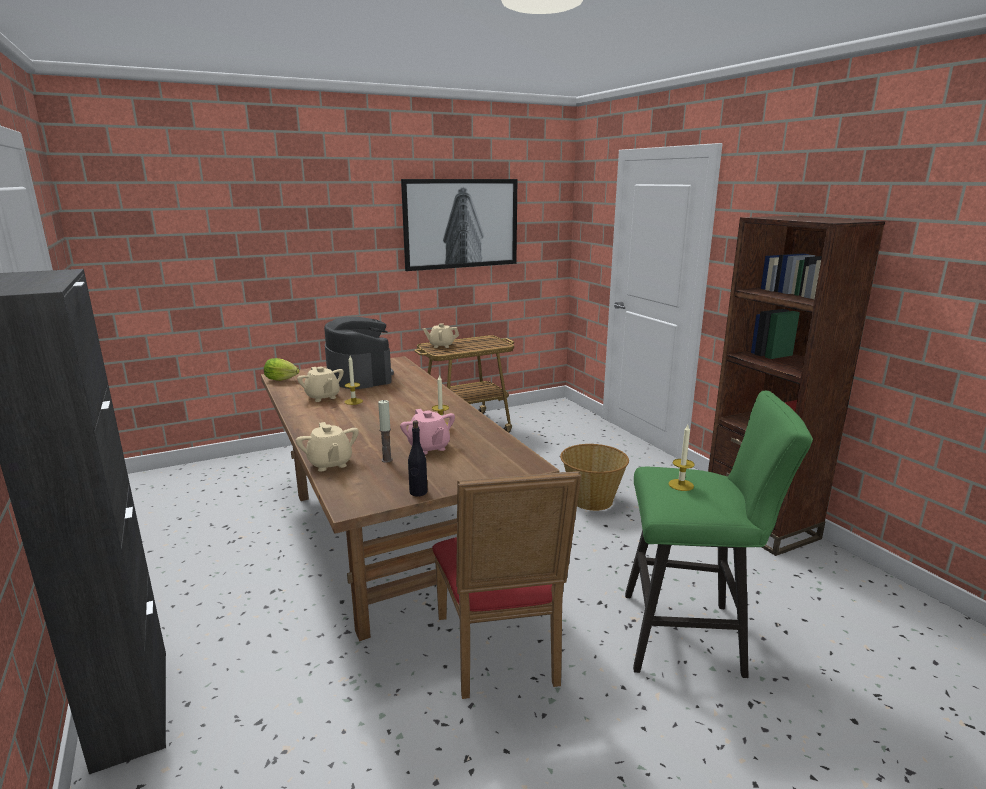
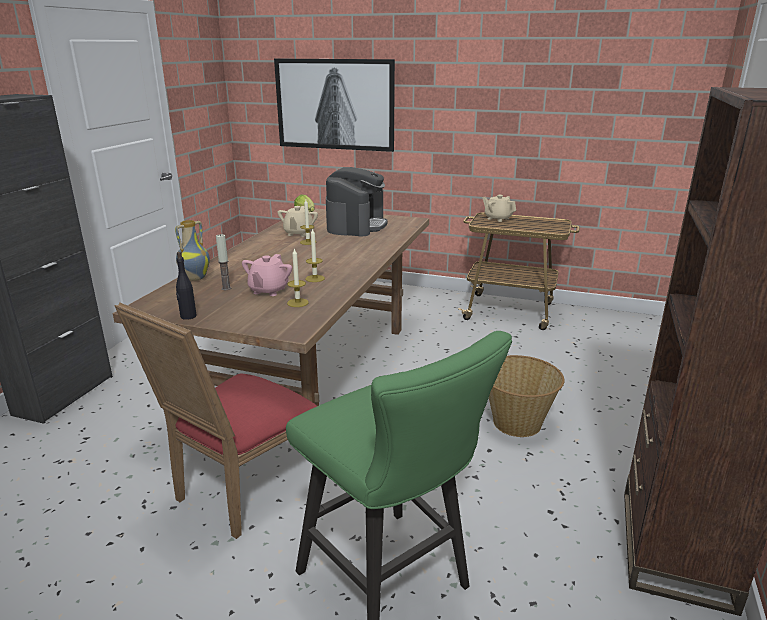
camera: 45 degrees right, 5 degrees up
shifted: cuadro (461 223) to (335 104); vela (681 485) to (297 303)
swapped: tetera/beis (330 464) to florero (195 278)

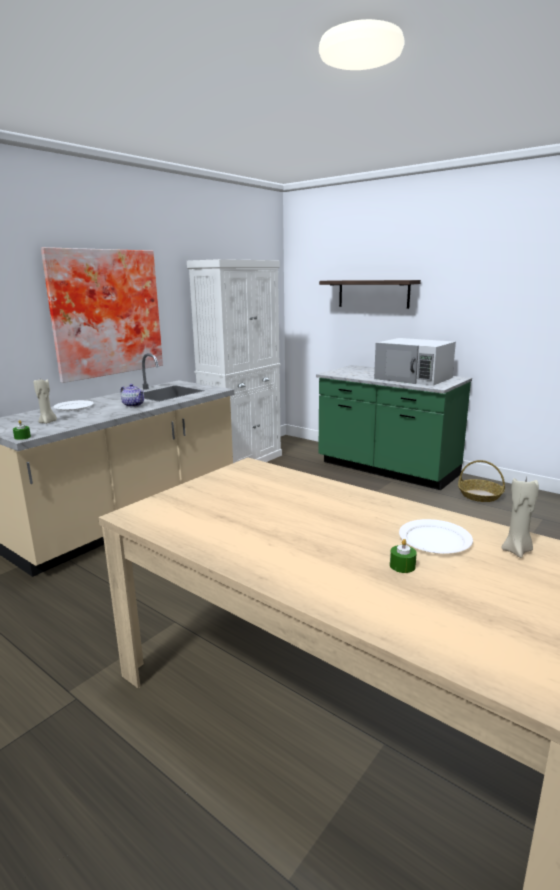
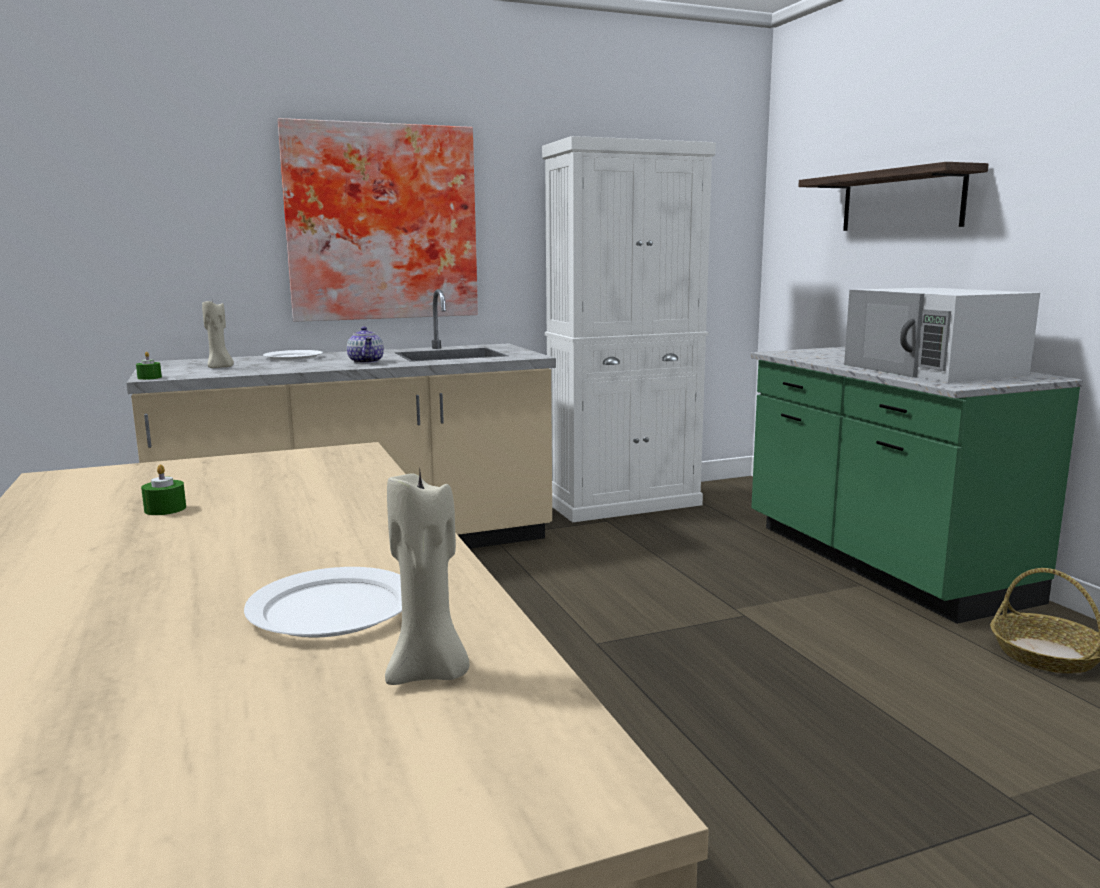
camera: 30 degrees right, 5 degrees down
shifted: vela/verde (402 566) to (165 509)

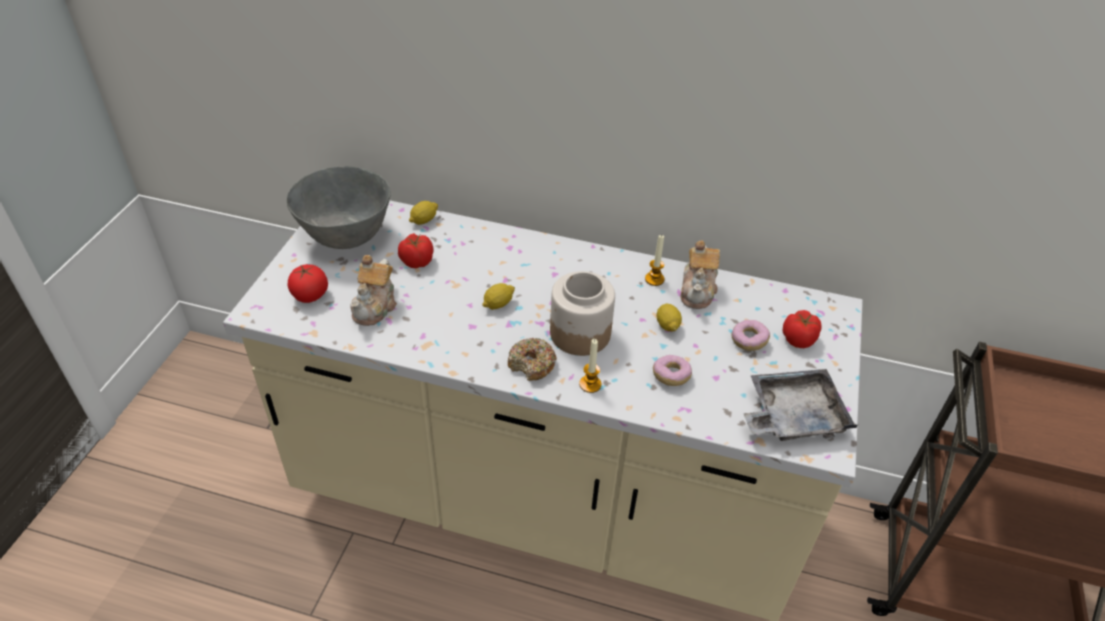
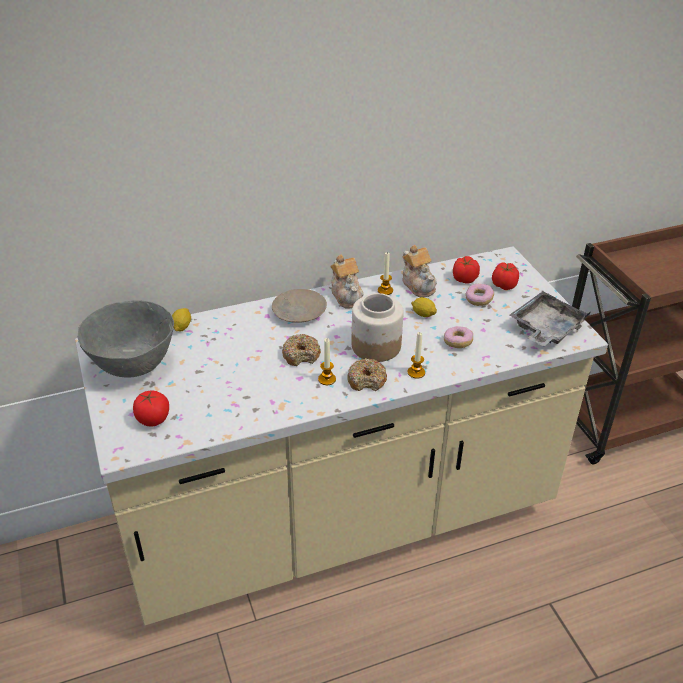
camera: 35 degrees left, 5 degrees down
new: plato/beis (298 312); vela (327 379)
shifted: tomate (416 261) to (464 279); tetera (375 306) to (347 295)
swapped: limón (498 304) to rosquilla (301 355)

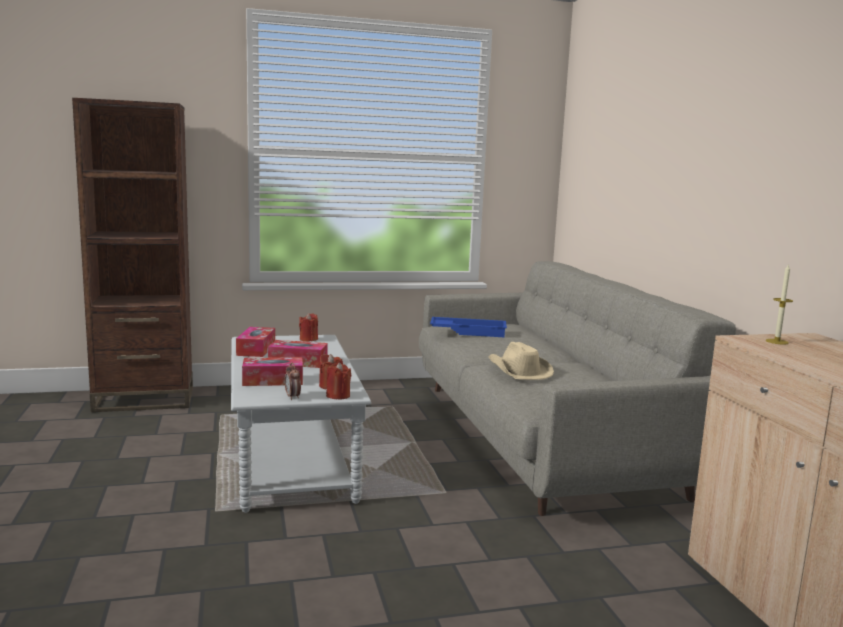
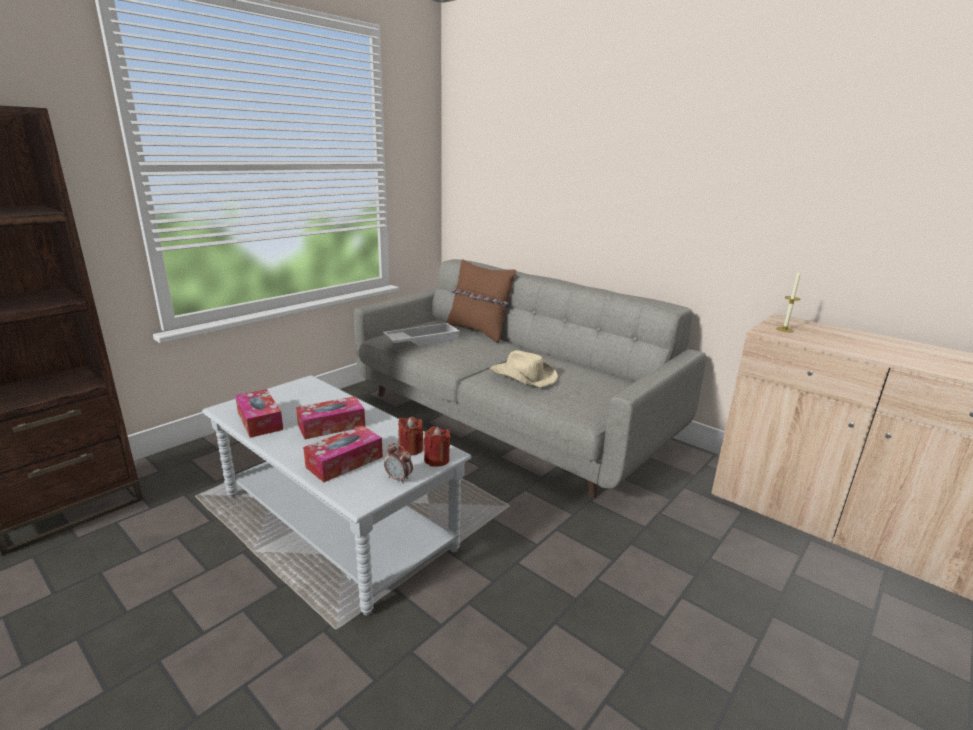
camera: 35 degrees left, 10 degrees up
gone: vela/rojo (308 339)
new: cojín/marrón (478 332)
repainted: bandeja/azul (468 331) to bandeja/blanco (422 340)

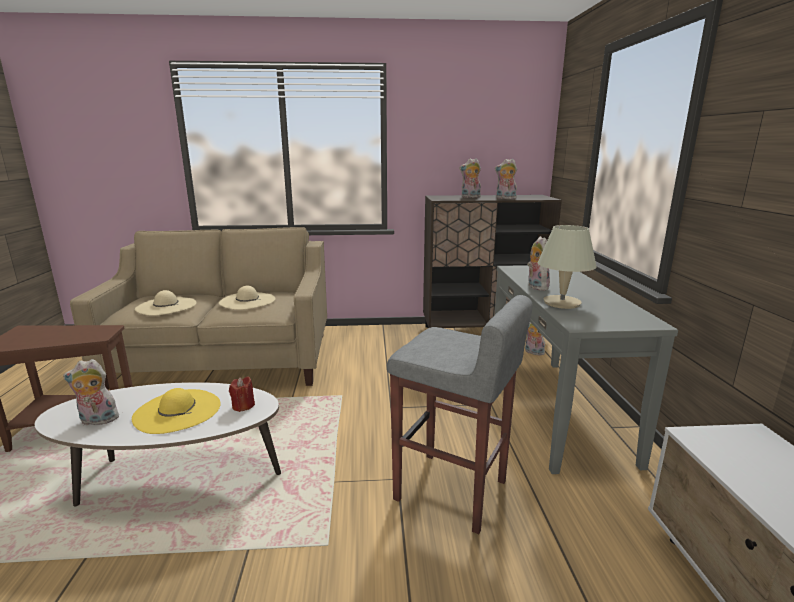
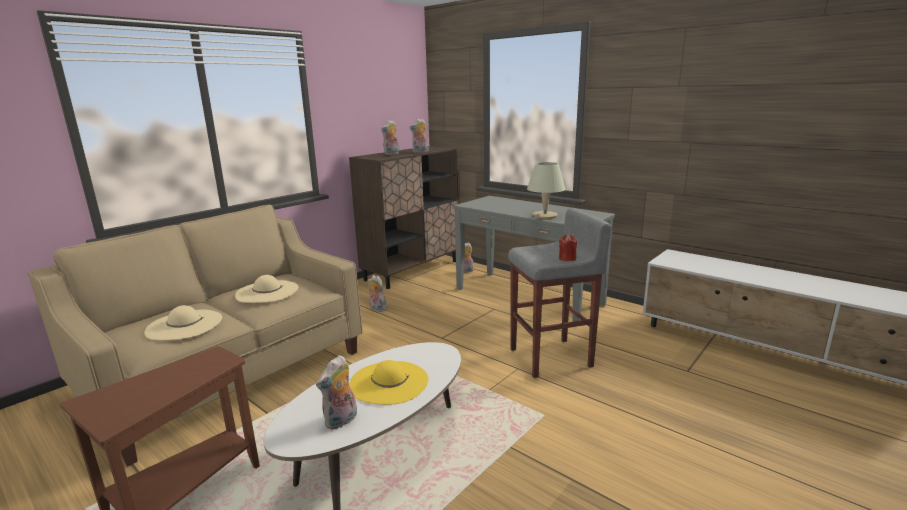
camera: 45 degrees left, 0 degrees up
shifted: peluche (535 287) to (377 309); vela/rojo (243 406) to (567 258)

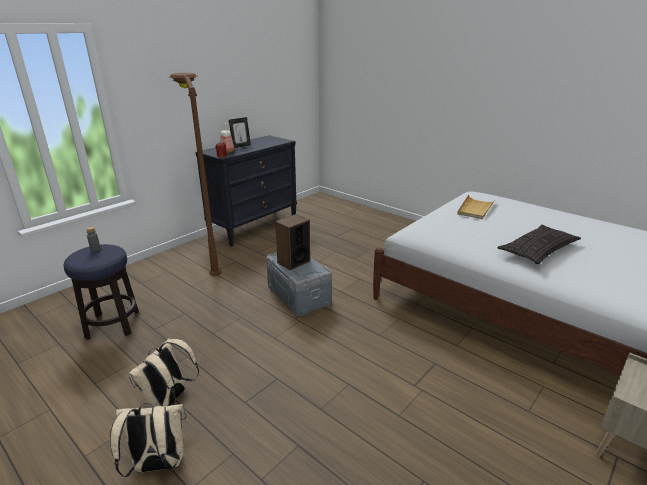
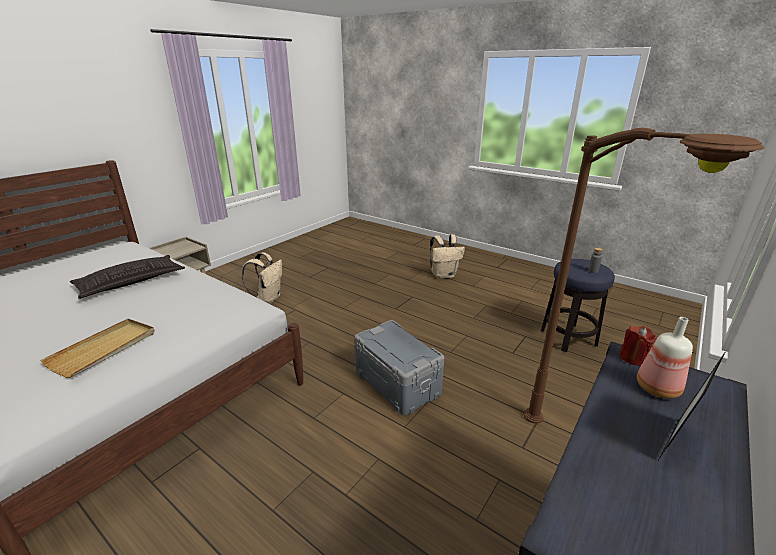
camera: 175 degrees right, 0 degrees up
gone: altavoz (293 262)
shifted: mochila/beis (169 400) to (268 298)

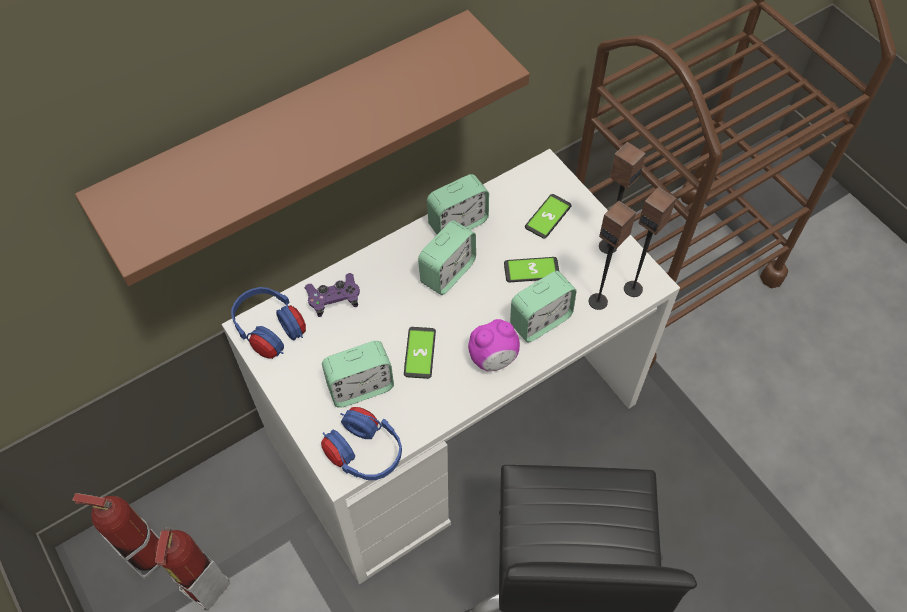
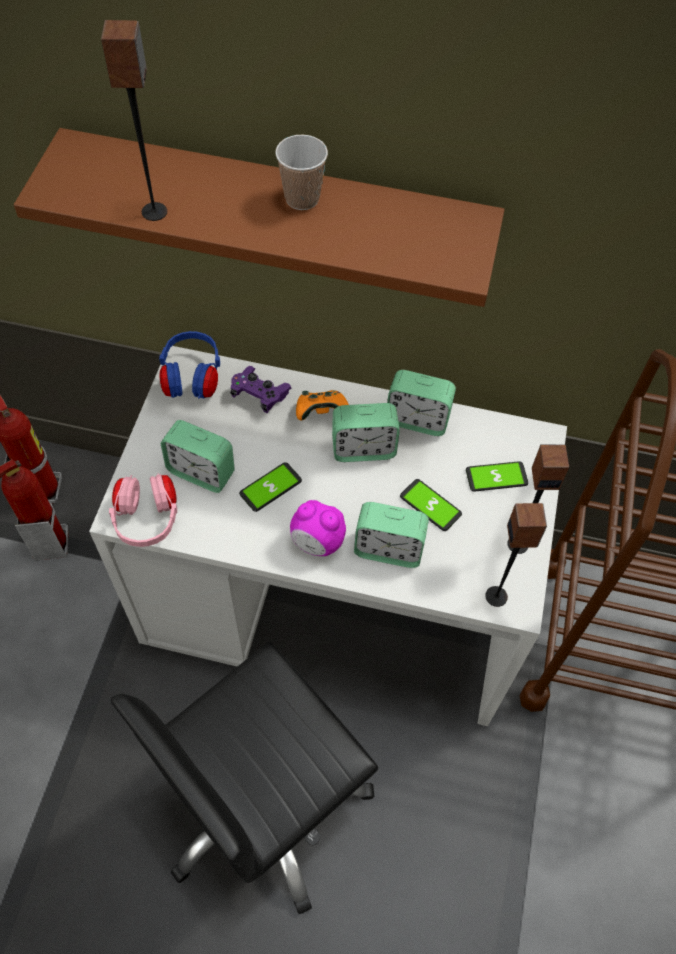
camera: 45 degrees right, 0 degrees up
new: taza (302 198); mando de consola/naranja (321 412)
shifted: altavoz (598 301) to (155 212)
repainted: auriculares/azul (364 453) to auriculares/rosa (147 519)

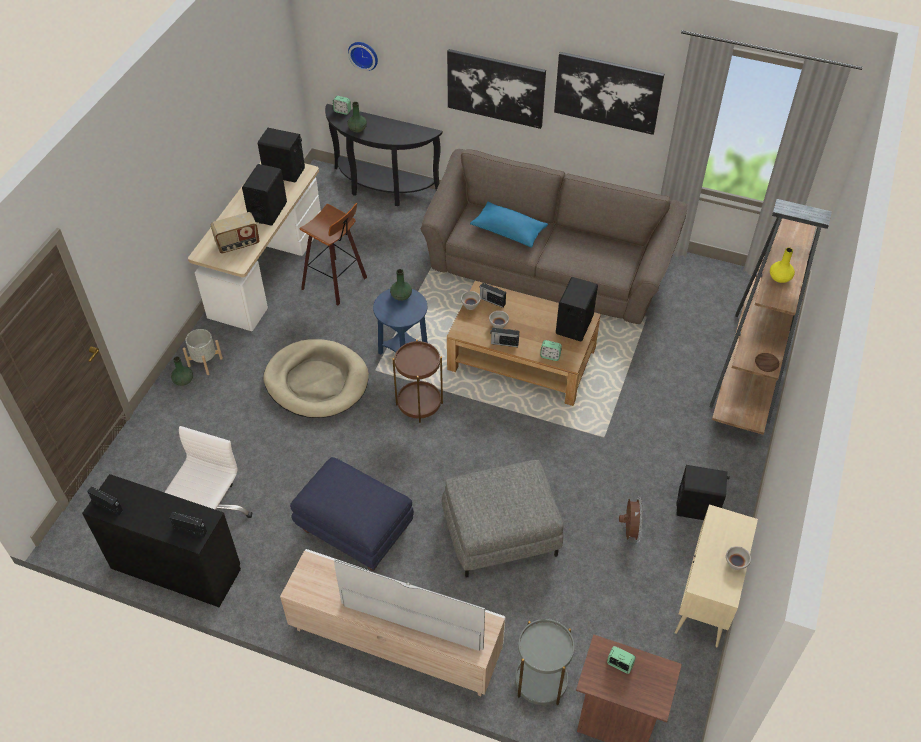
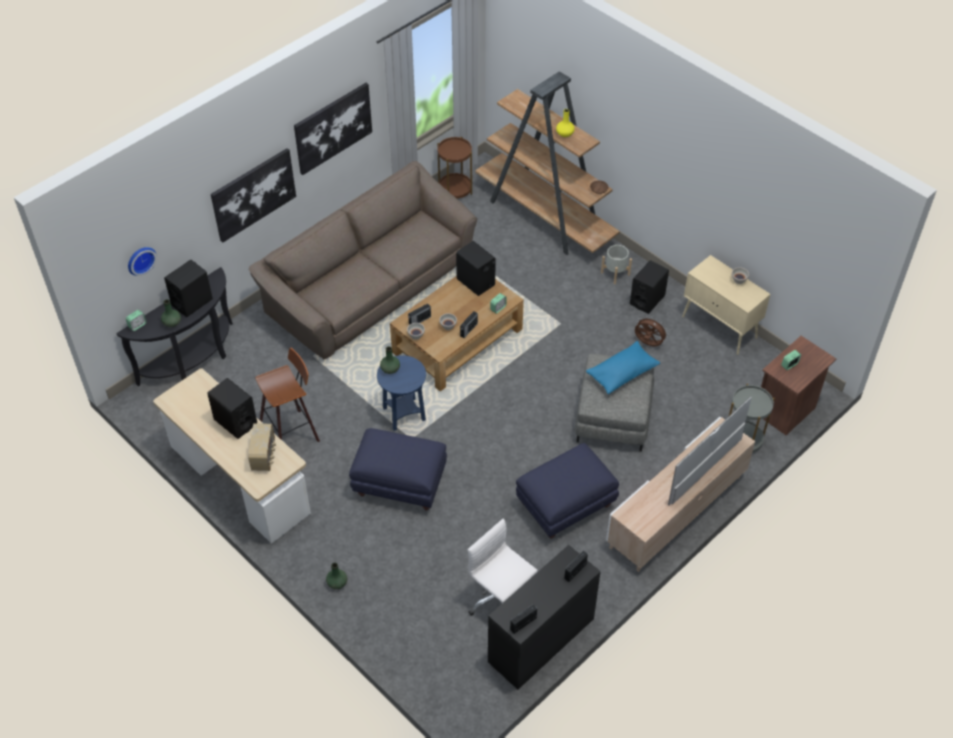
camera: 65 degrees left, 0 degrees up
shifted: altavoz/negro (284 172) to (192 302); cojín/azul (508 231) to (622 373); maceta/gris (205 362) to (615 273); mesa auxiliar/marrón (419 404) to (455 189)
swapped: cama para perro/beis (316 381) to puf/azul (399 483)

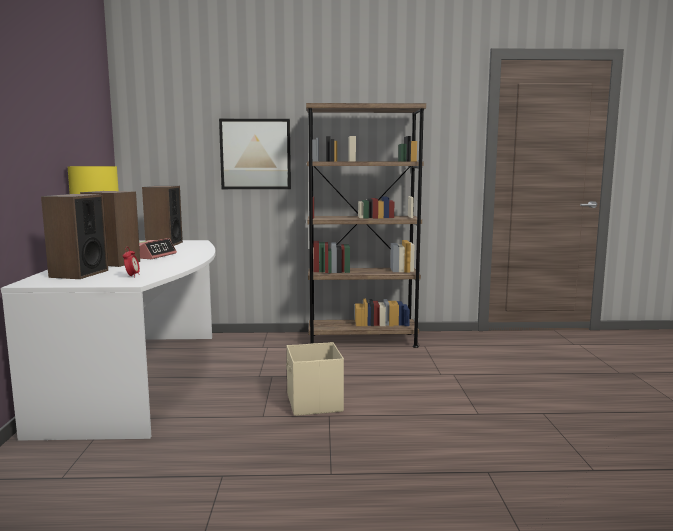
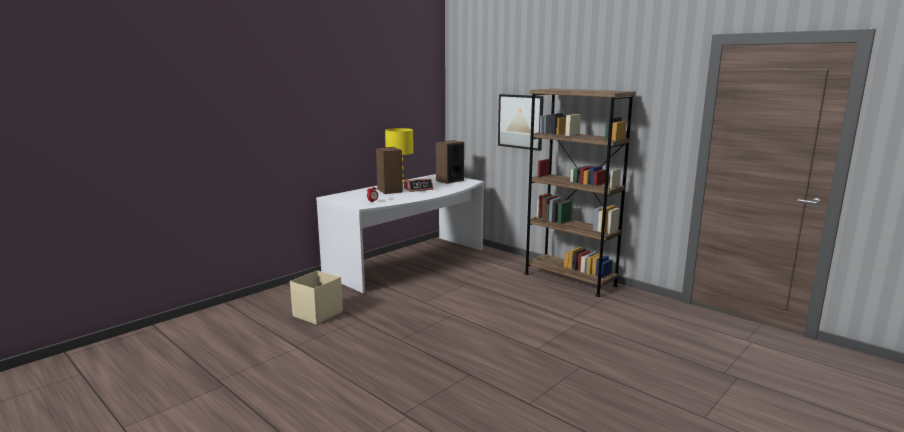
camera: 45 degrees right, 5 degrees up
gone: altavoz (78 274)
shifted: caja de almacenaje/beis (314 403) to (317 314)

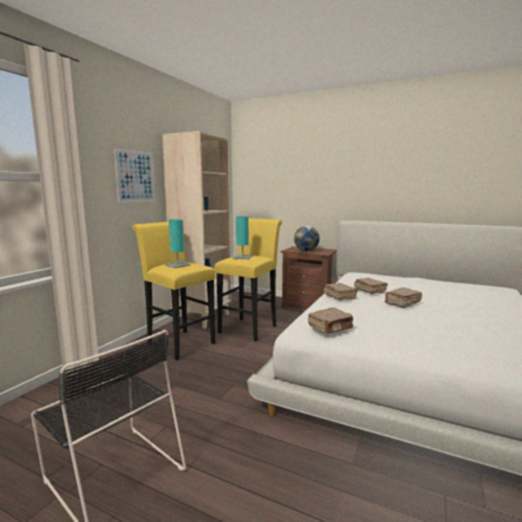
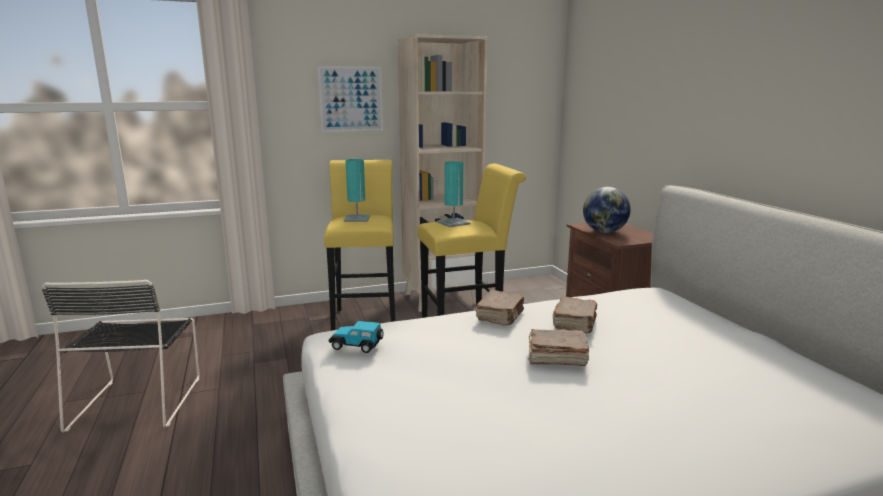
camera: 45 degrees right, 5 degrees up
swapped: libro/marrón (330 328) to coche de juguete (357 345)

